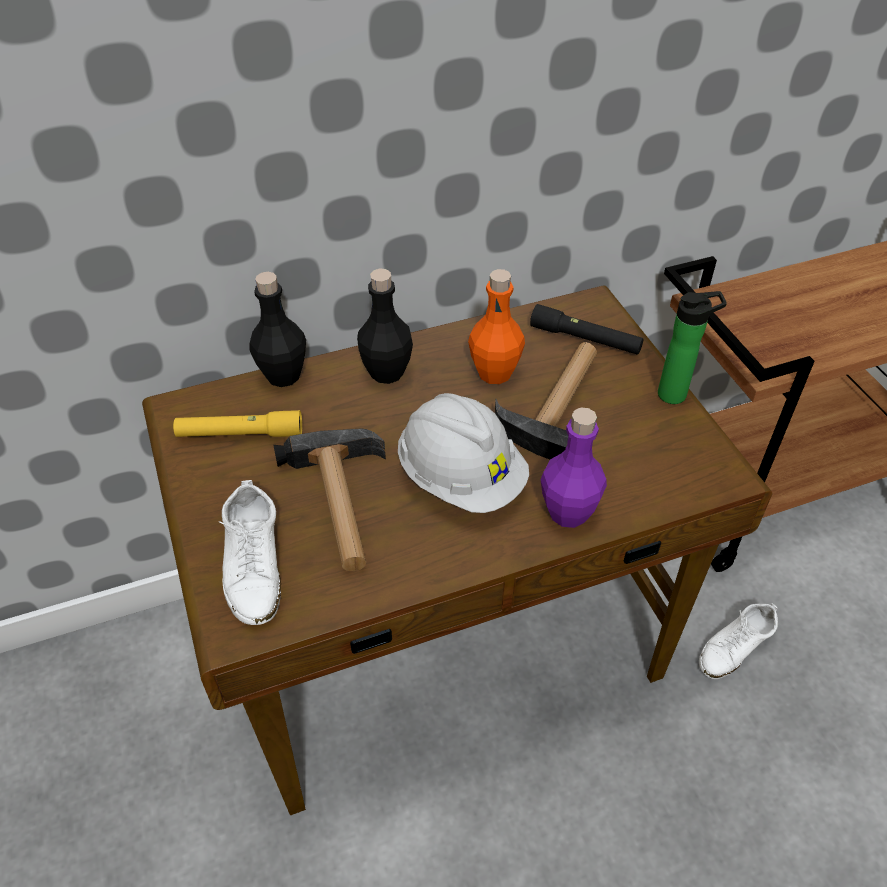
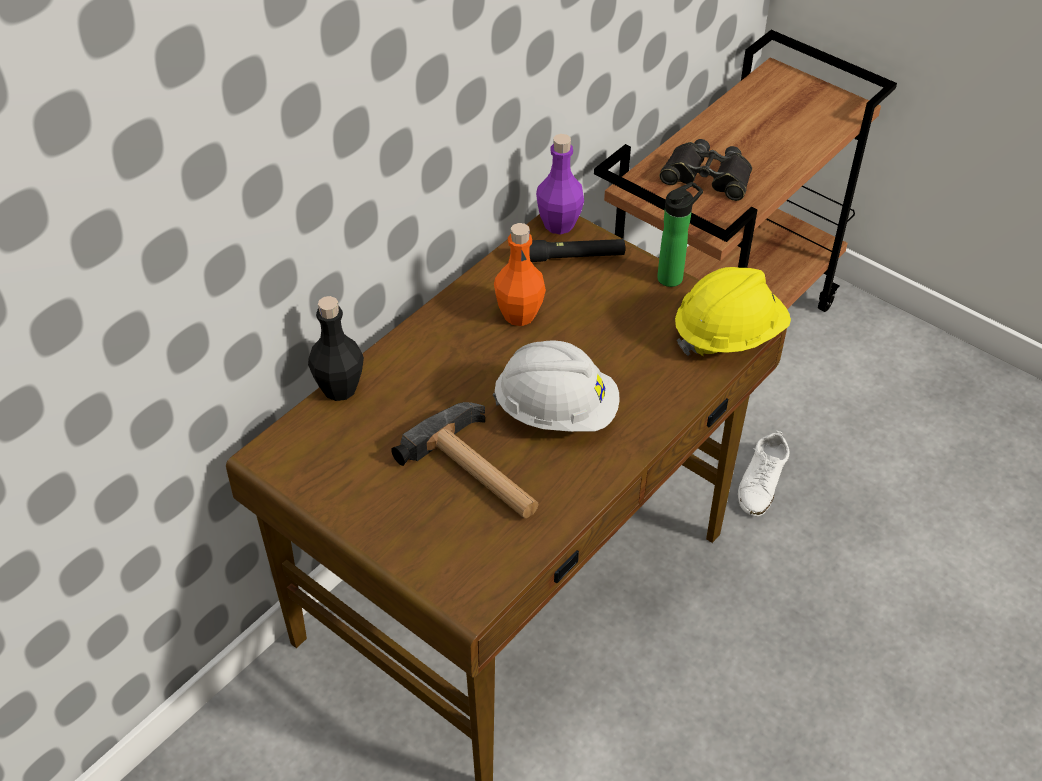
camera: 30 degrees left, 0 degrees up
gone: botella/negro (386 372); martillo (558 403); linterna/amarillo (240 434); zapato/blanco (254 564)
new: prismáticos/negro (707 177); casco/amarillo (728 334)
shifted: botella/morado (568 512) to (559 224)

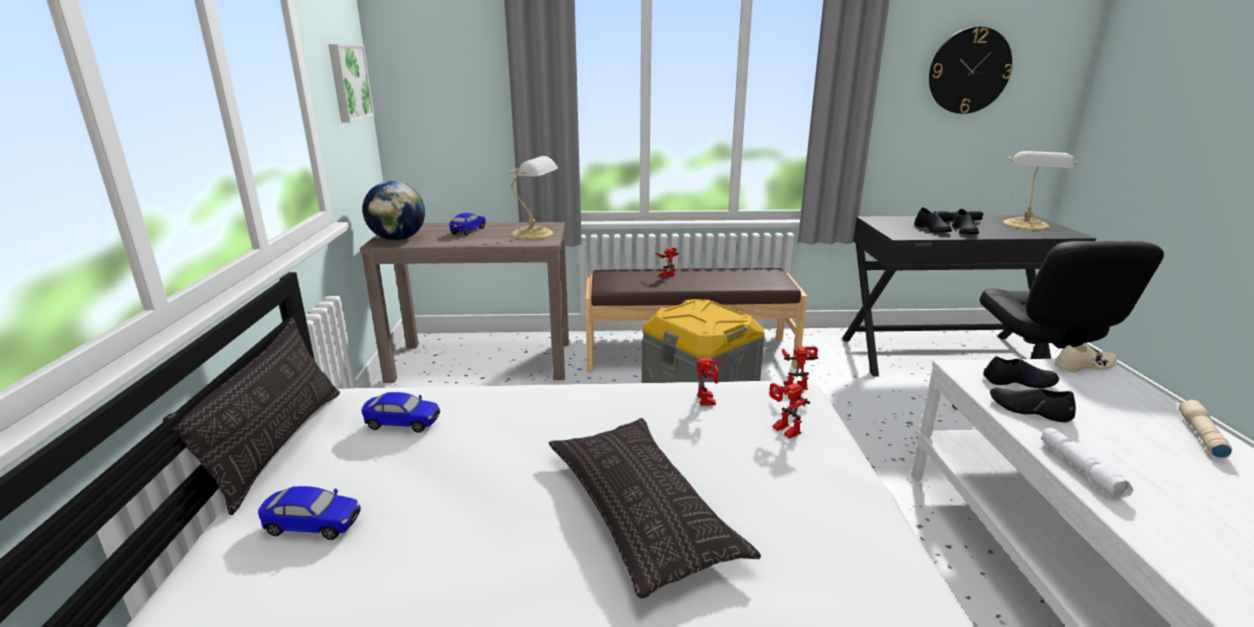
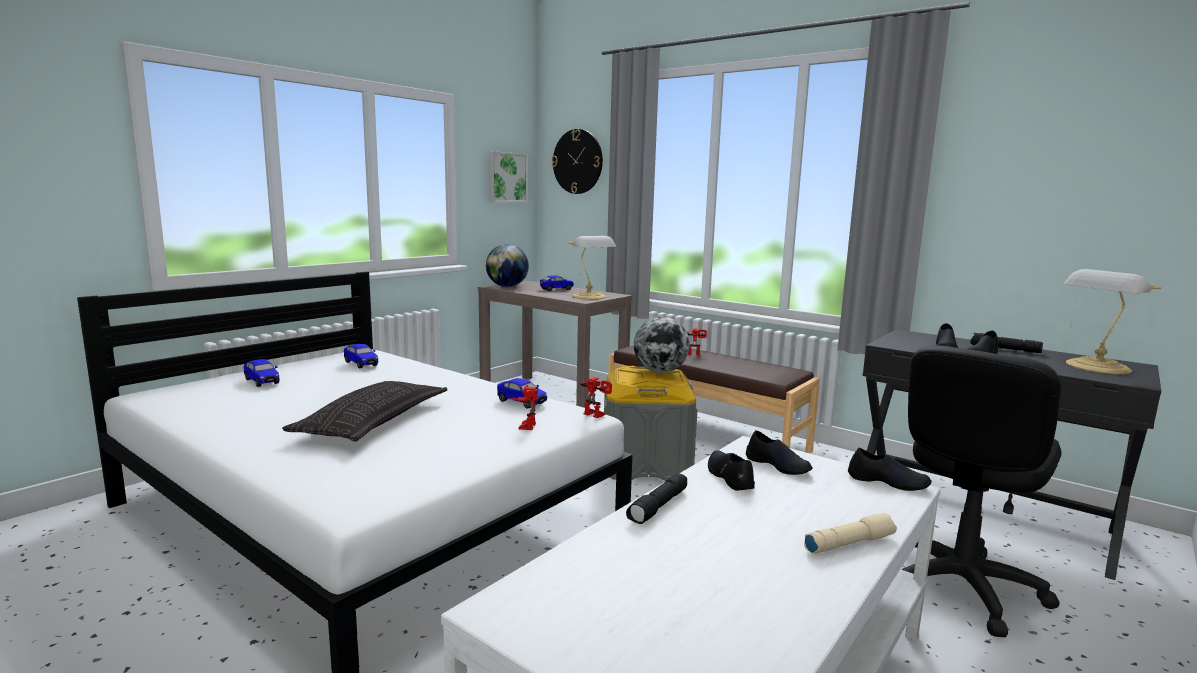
camera: 40 degrees right, 10 degrees down
gone: cojín (279 445)
new: globo terráqueo (660 371)
shifted: reloj de pared (969 71) to (578 161)
swapped: robot de juguete (709 400) to coche de juguete (521 402)
repainted: zapato/beis (1084 366) to zapato/negro (887 482); linterna/blanco (1081 470) to linterna/negro (659 507)

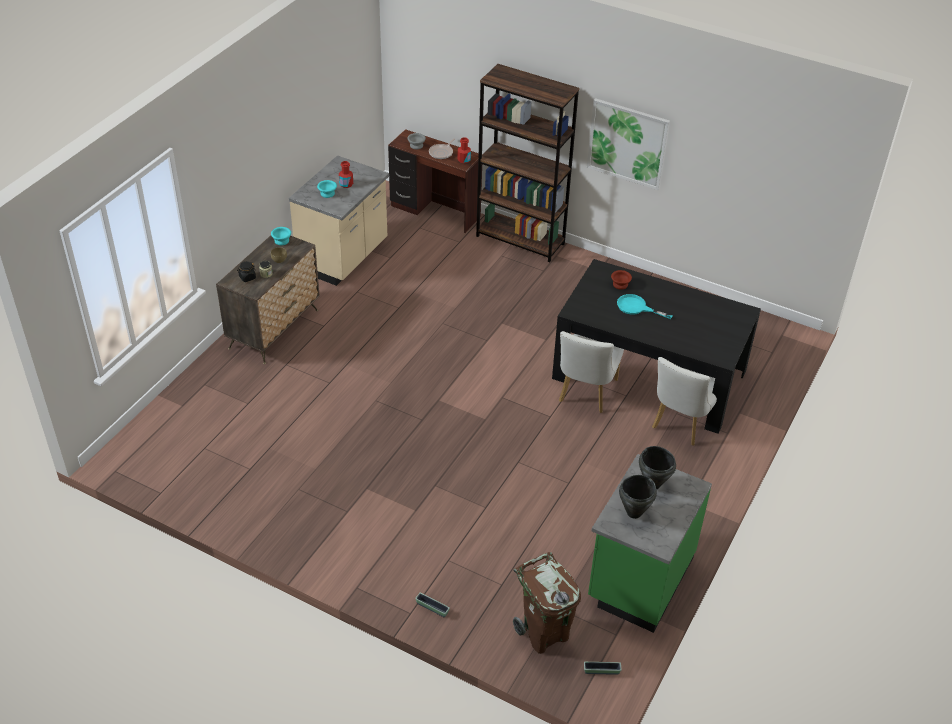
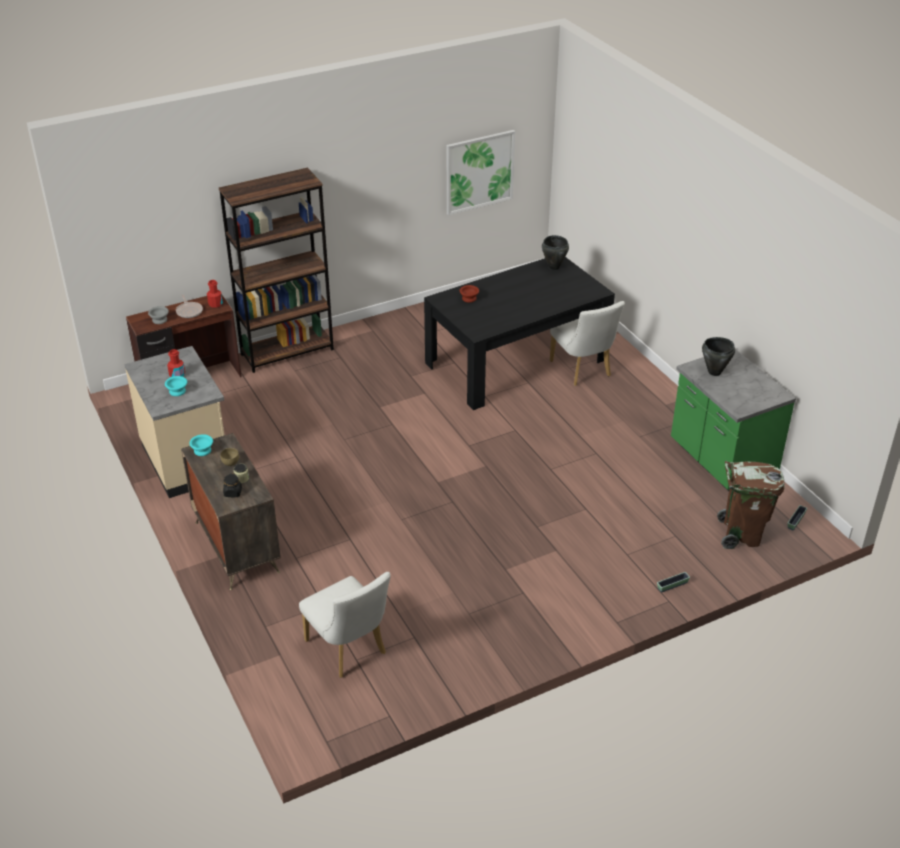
camera: 55 degrees left, 5 degrees down
gone: sartén/turquesa (636 307)
shifted: cuadro (627 143) to (479 171); silla/blanco (585 394) to (349 650); olla/negro (633 512) to (553 267)

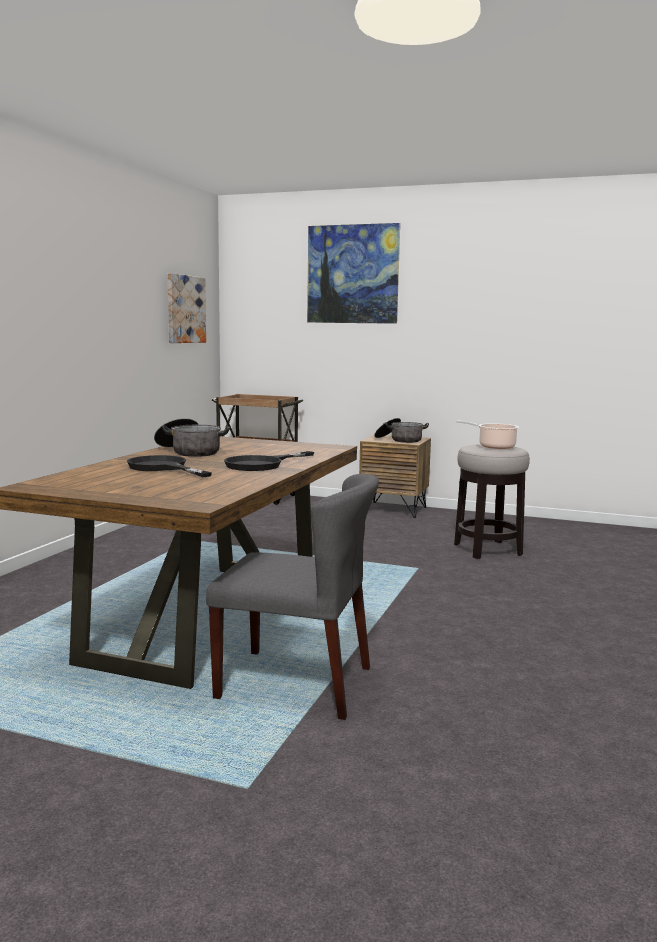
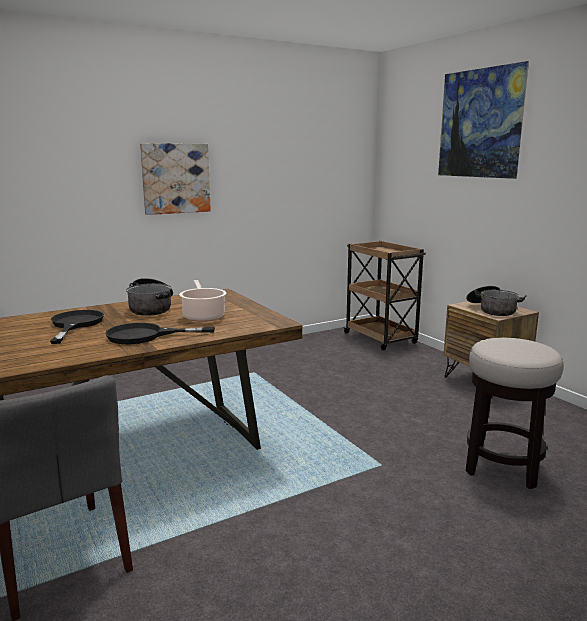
camera: 40 degrees right, 5 degrees up
shifted: cuadro (185 309) to (175 178); olla (494 446) to (203 316)

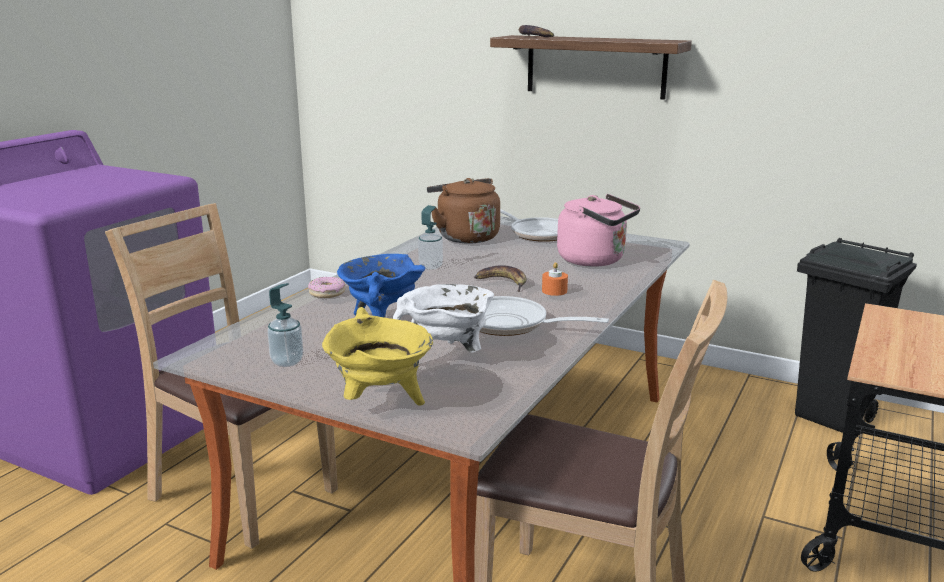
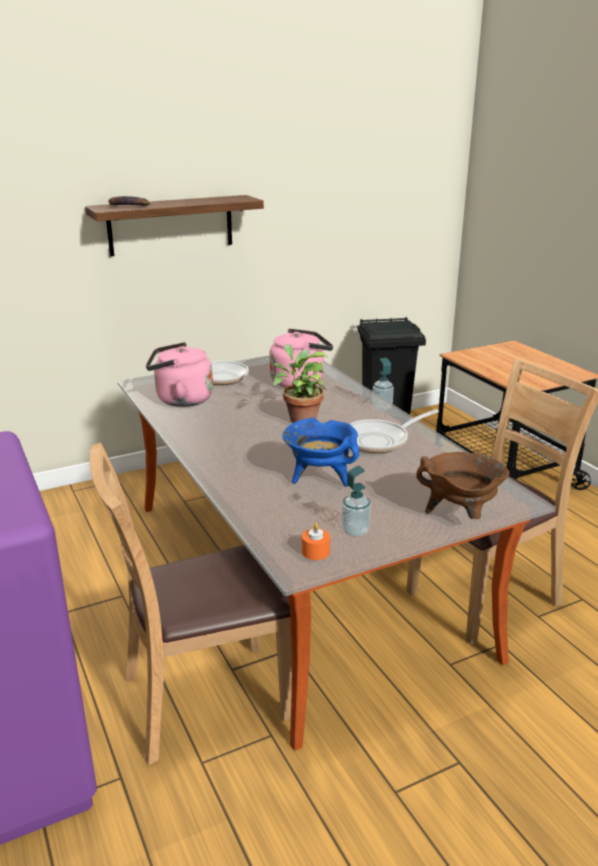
camera: 55 degrees left, 5 degrees up
gone: rosquilla (327 293); olla/blanco (447 358)
shifted: dispensador de jabón (430 266) to (382 408); vela/naranja (554 291) to (315 552)
swapped: plátano (503 282) to planta en maceta (300 419)
repainted: hervidor/marrón (465 237) to hervidor/rosa (180 400); olla/amarillo (381 402) to olla/marrón (460 515)

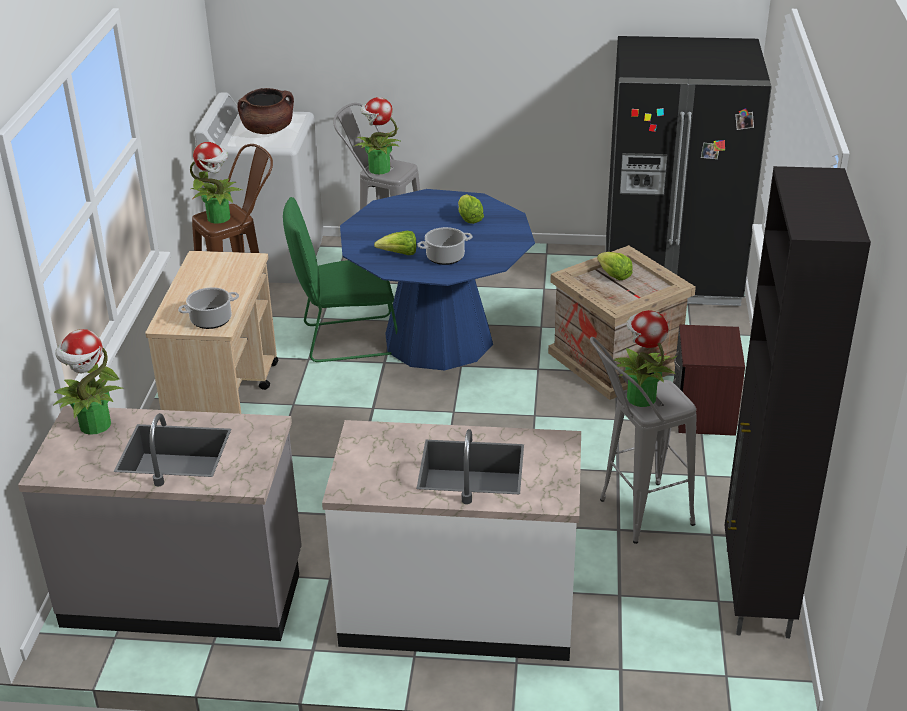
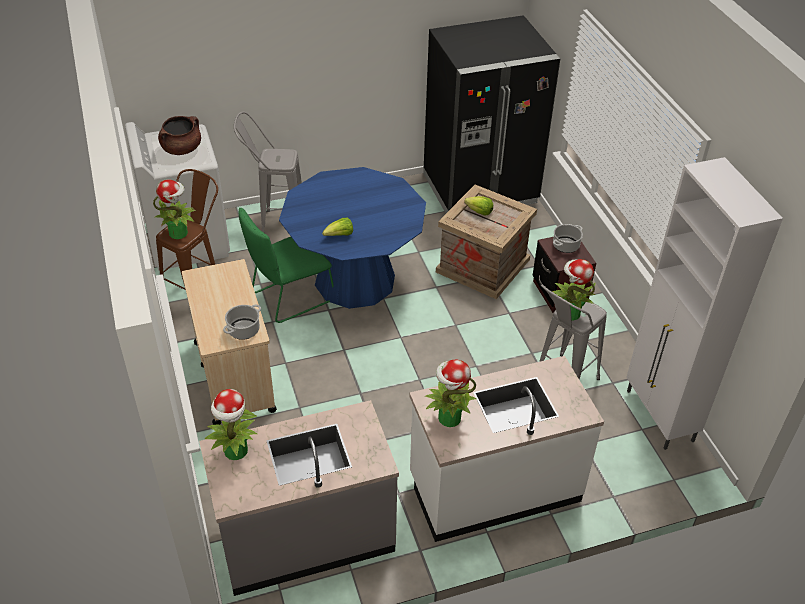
camera: 25 degrees left, 10 degrees up
gone: lechuga (469 218)
shifted: planta en maceta (378 169) to (448 418); olla (445 257) to (566 245)
repainted: armario/negro (756 593) to armario/blanco (659 417)

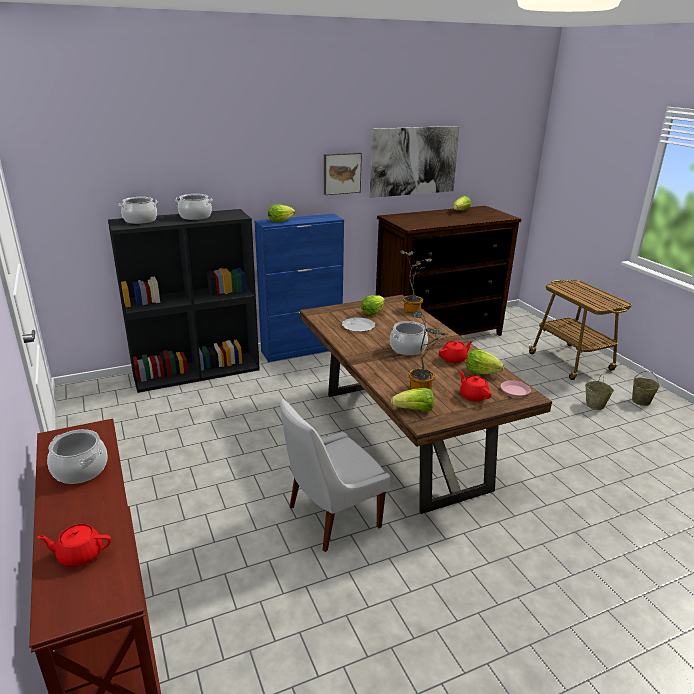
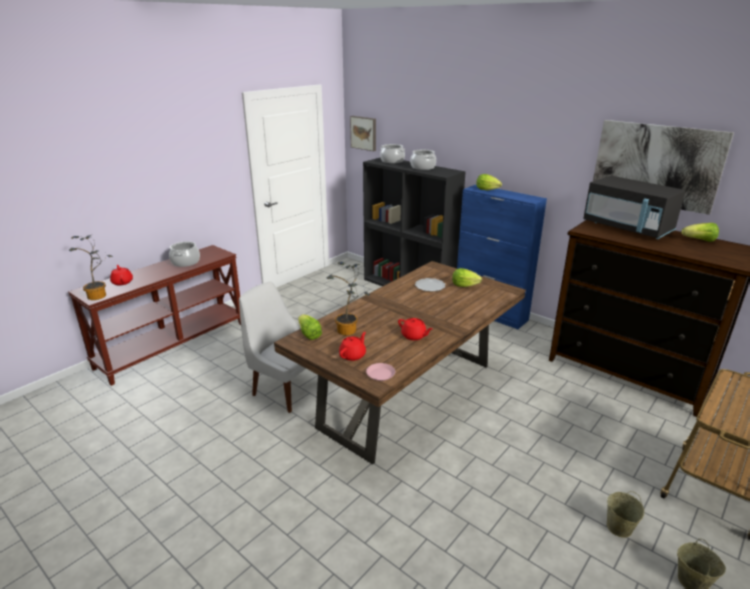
camera: 65 degrees right, 0 degrees up
gone: olla (407 348); lechuga (481 372)
new: microondas/negro (627 228)
shifted: cuadro (341 173) to (364 133); planta en maceta (412 309) to (100 296)

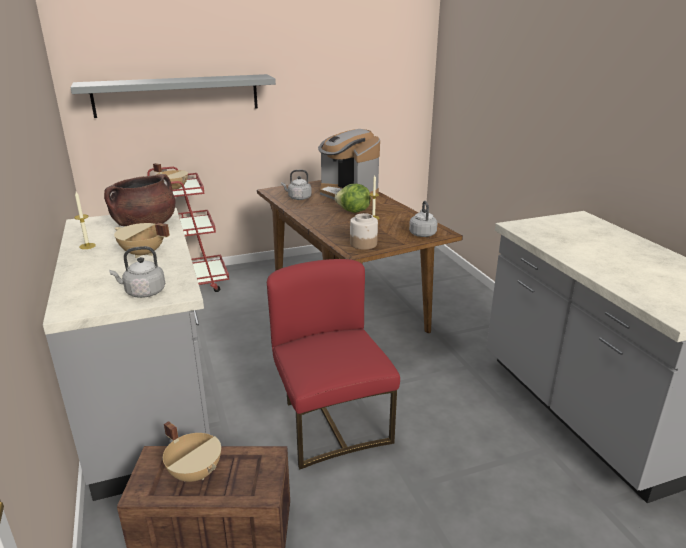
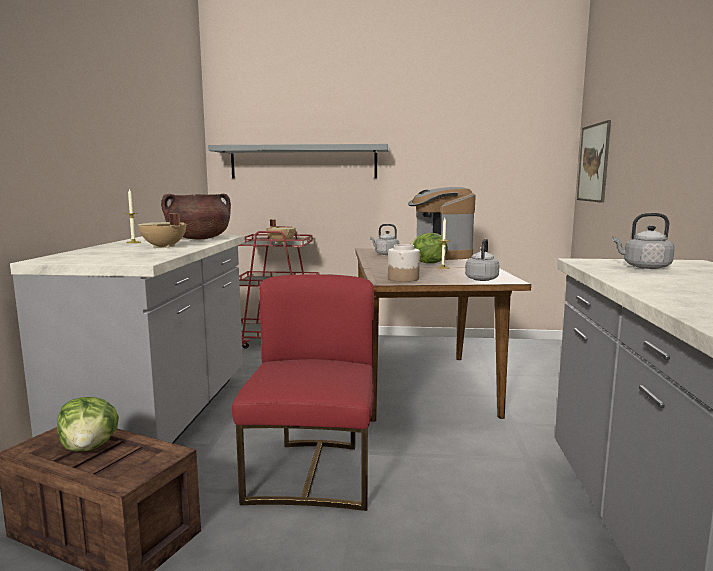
camera: 25 degrees right, 15 degrees down
new: cuadro (593 163)
shifted: hervidor/gris (143 292) to (644 267)
swapped: olla/beis (195 472) to lechuga (90 447)

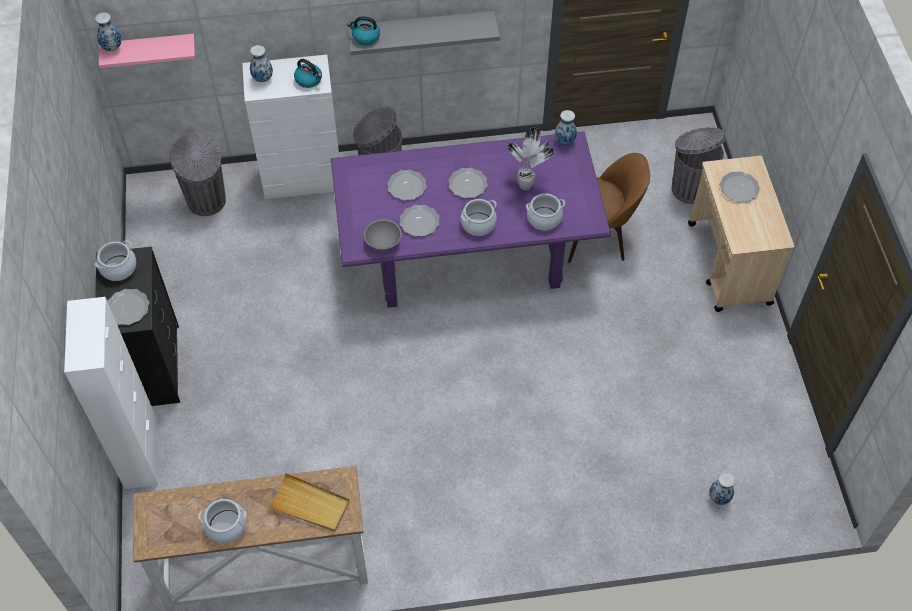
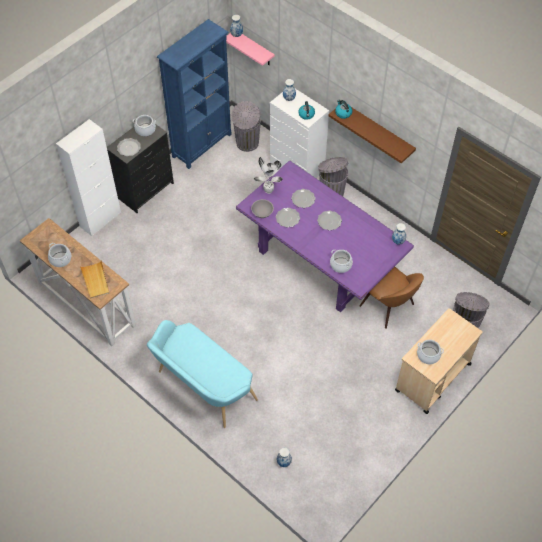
camera: 50 degrees right, 0 degrees up
gone: plato (738 188)
new: estantería/azul (202 145); banco/turquesa (203 387)
shifted: planta en maceta (526 186) to (268 191); olla (478 224) to (428 355)
repainted: estante/gris (421 29) to estante/marrón (378 131)

